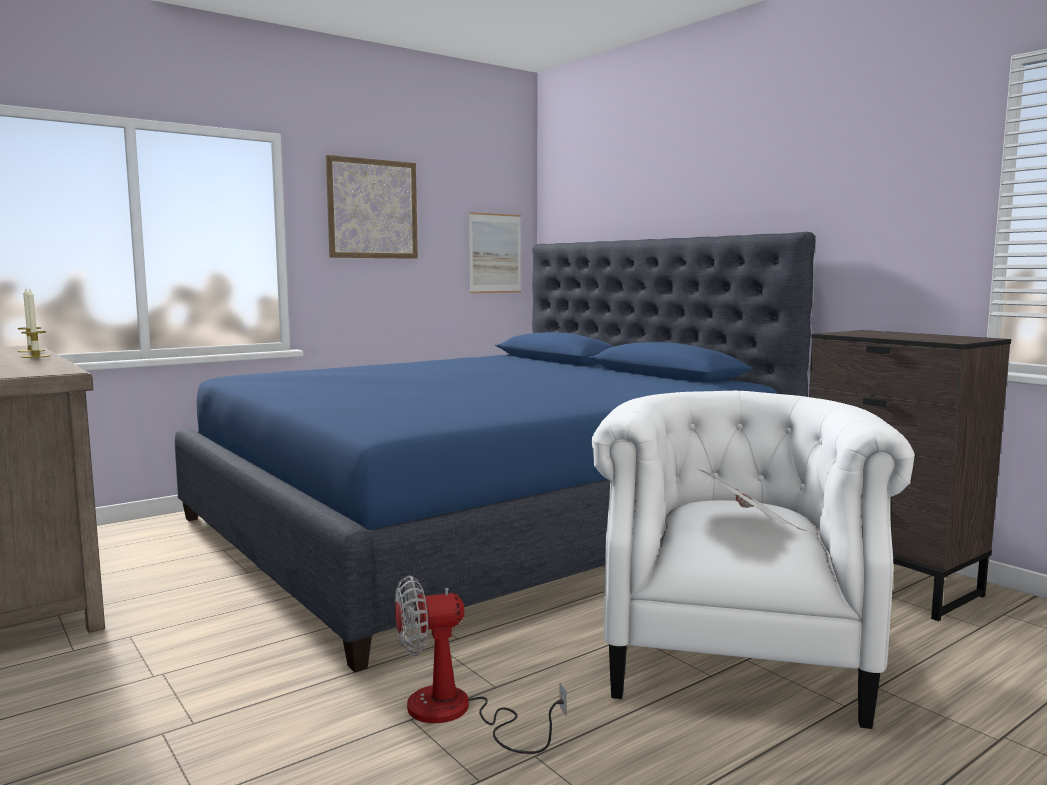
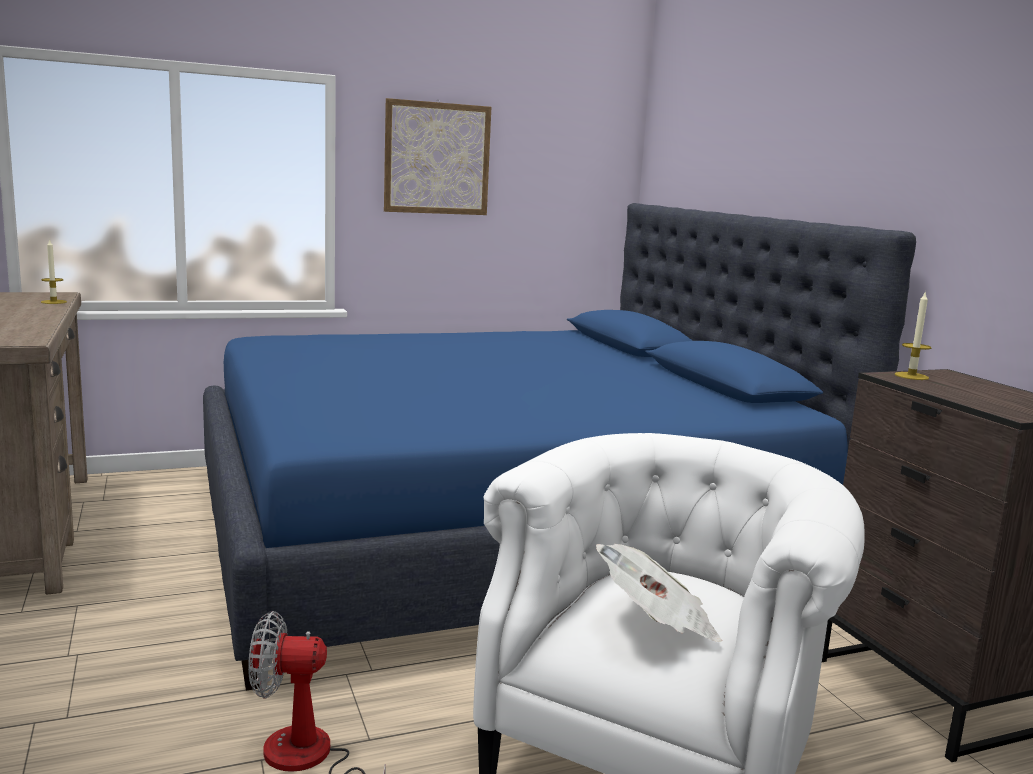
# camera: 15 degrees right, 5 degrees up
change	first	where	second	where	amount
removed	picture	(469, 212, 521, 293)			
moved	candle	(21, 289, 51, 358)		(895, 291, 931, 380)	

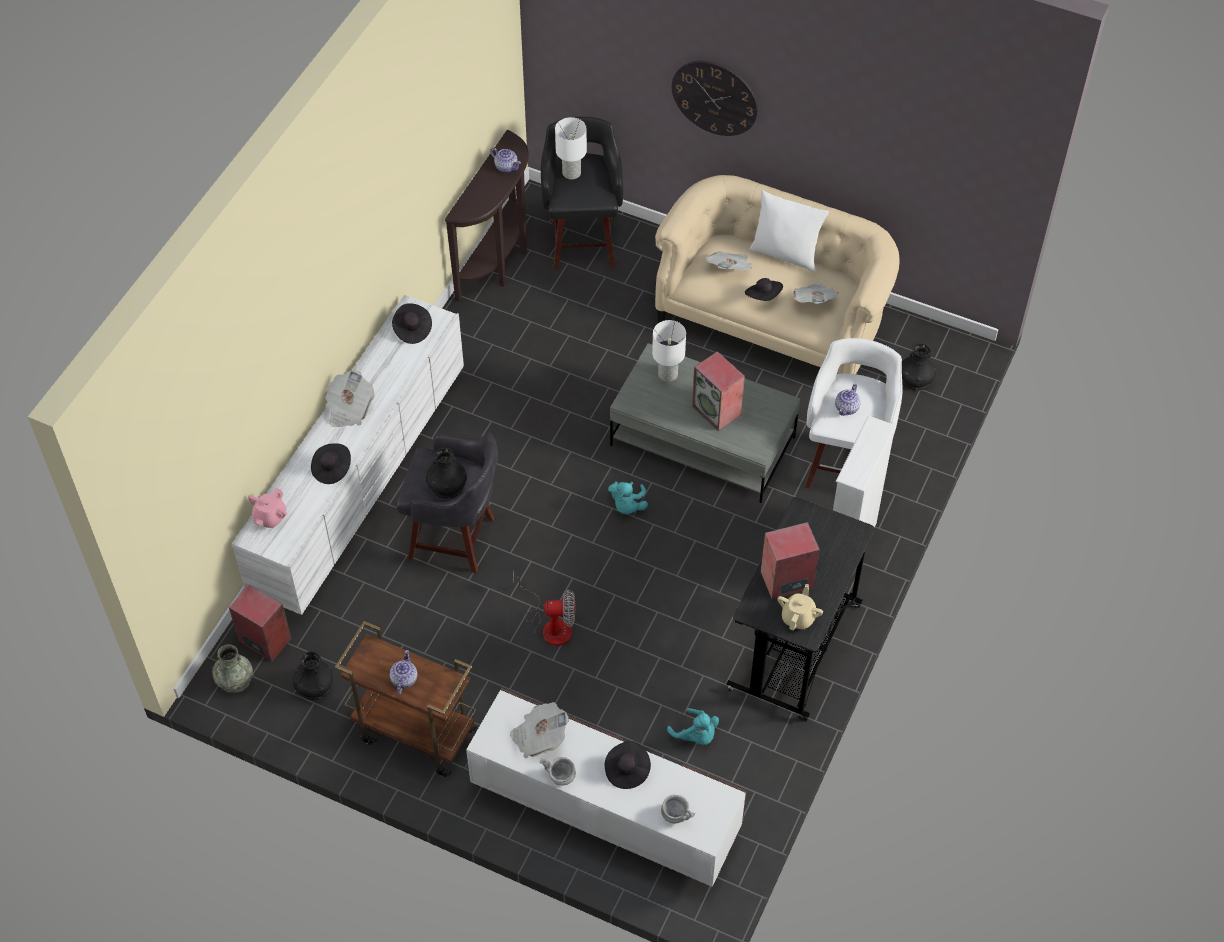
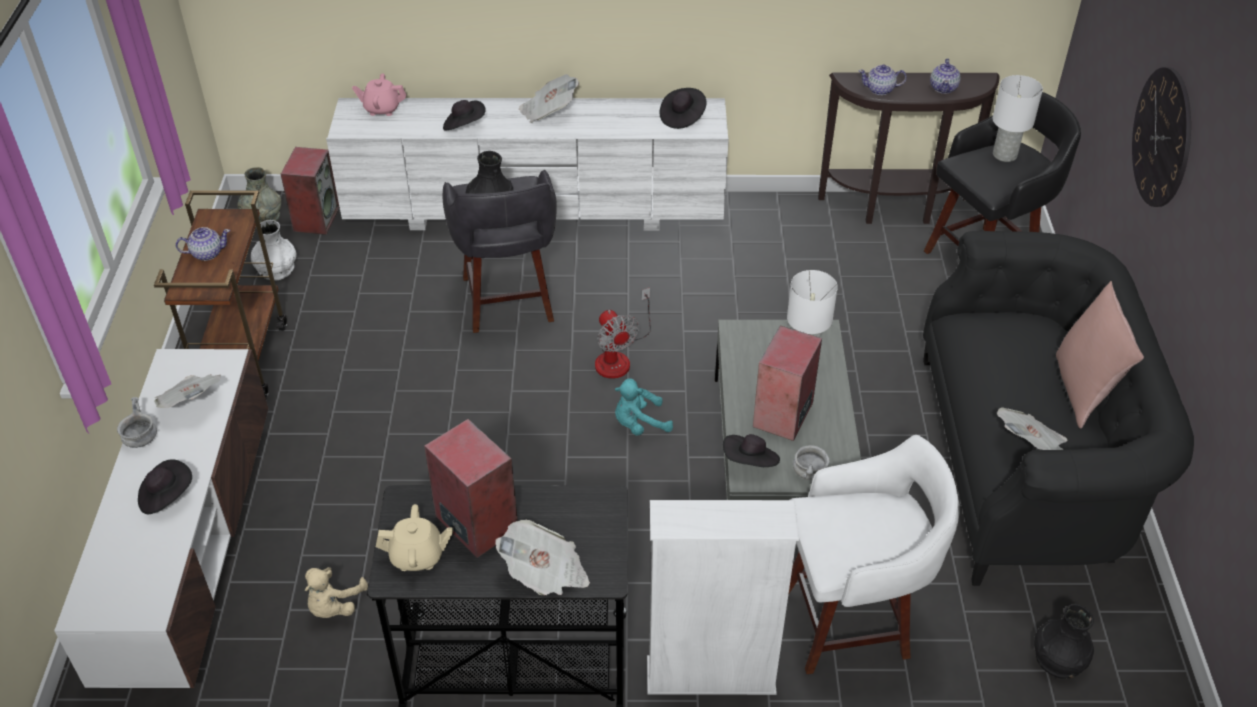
# camera: 65 degrees right, 10 degrees down
change	first	where	second	where	amount
moved	fan	(513, 571, 575, 646)		(595, 288, 651, 379)	
moved	bowl (grey)	(661, 795, 695, 824)		(793, 445, 830, 480)	
moved	newspaper	(706, 251, 752, 271)		(495, 520, 590, 596)	
moved	hat (black)	(745, 278, 783, 301)		(723, 434, 780, 467)	
moved	teapot	(835, 384, 861, 416)		(859, 64, 907, 95)	
recoloured	vase (black)	(293, 651, 333, 700)	vase (white)	(251, 220, 296, 281)	
recoloured	sofa (beige)	(655, 175, 899, 374)	sofa (black)	(923, 231, 1194, 586)	
recoloured	plush toy (turquoise)	(667, 708, 719, 745)	plush toy (beige)	(304, 567, 368, 618)	
recoloured	pillow (white)	(749, 190, 829, 272)	pillow (pink)	(1056, 281, 1144, 429)	

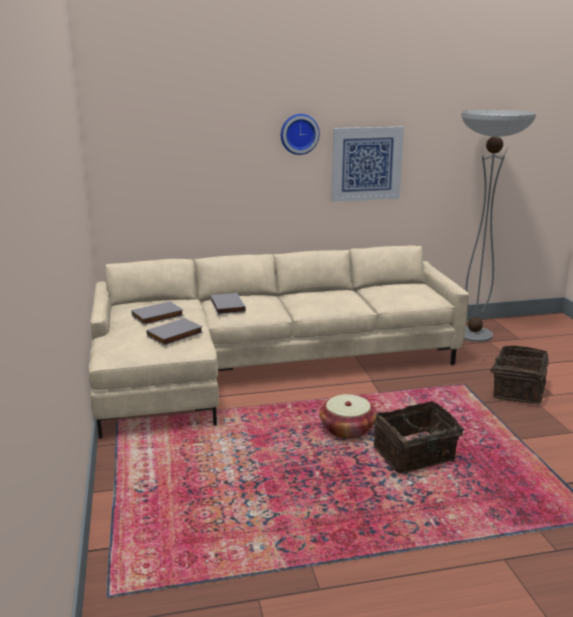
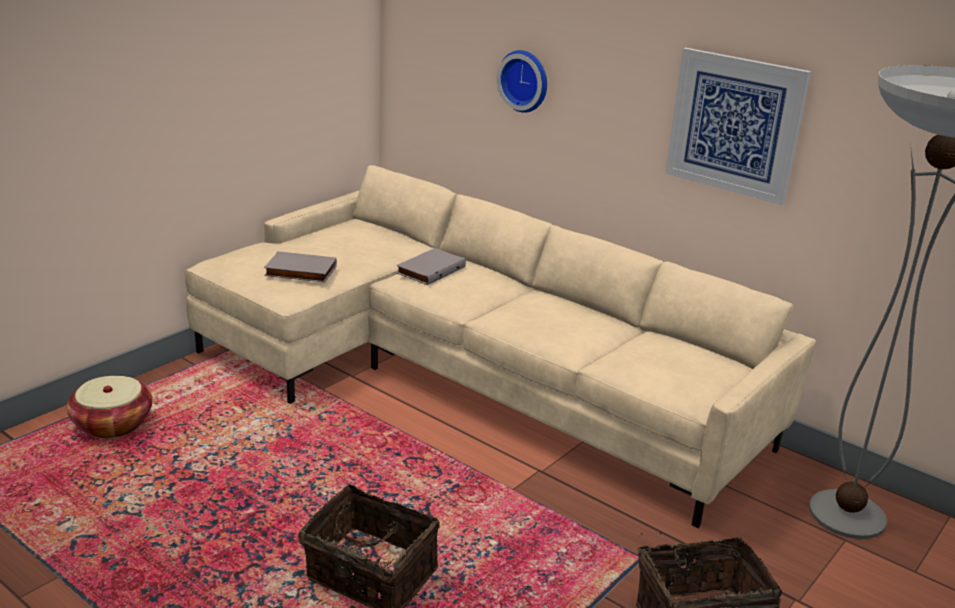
# camera: 50 degrees right, 5 degrees up
change	first	where	second	where	amount
removed	book (grey)	(132, 301, 184, 325)			
moved	wall clock	(281, 114, 320, 155)		(497, 50, 547, 113)	
moved	basket	(319, 394, 377, 439)		(67, 376, 153, 439)	

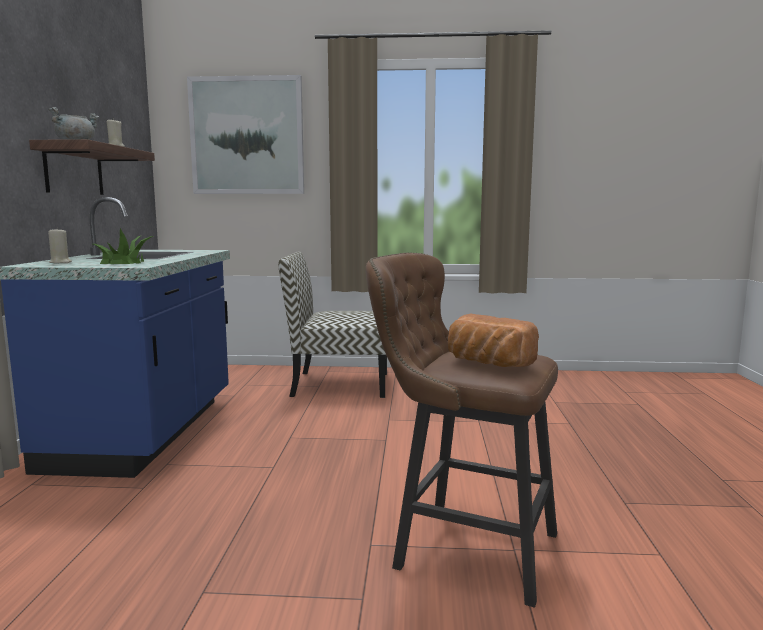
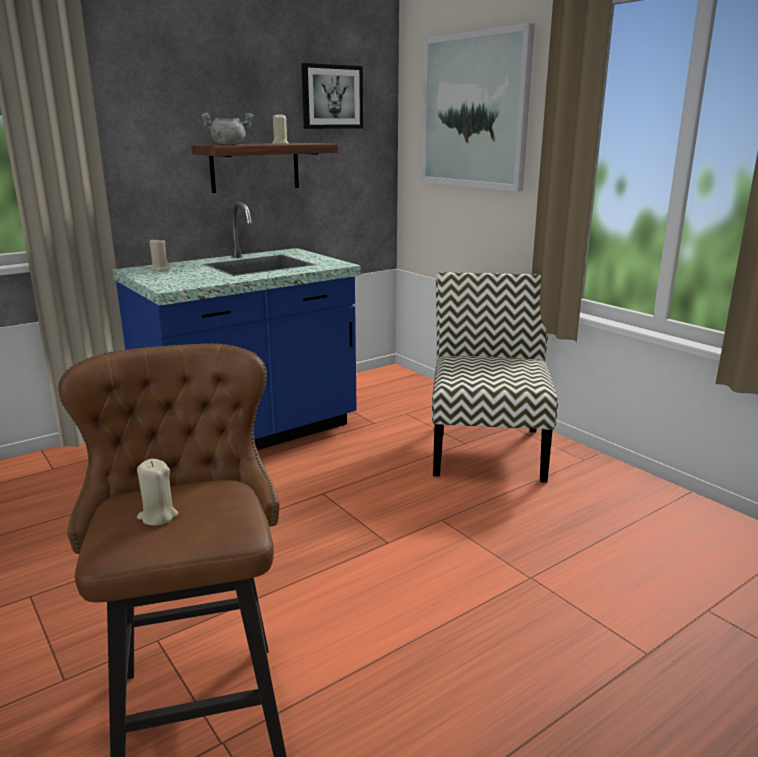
# camera: 50 degrees right, 10 degrees up
change	first	where	second	where	amount
removed	potted plant	(93, 228, 153, 264)			
added			picture	(302, 63, 363, 129)	
replaced	bread	(448, 314, 539, 367)	candle (beige)	(137, 459, 178, 526)	
turned	chair	(278, 251, 387, 398)		(432, 272, 558, 482)	45 degrees clockwise

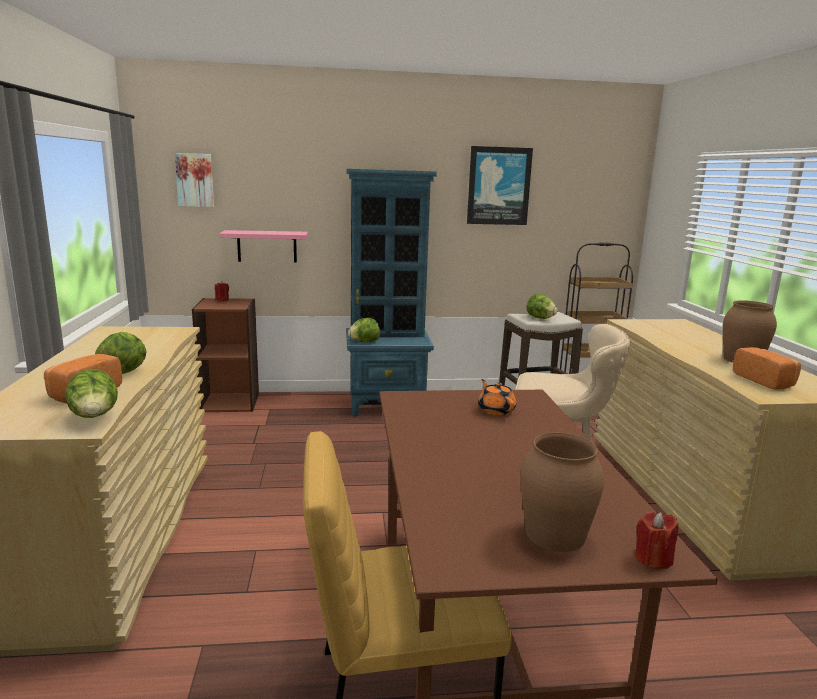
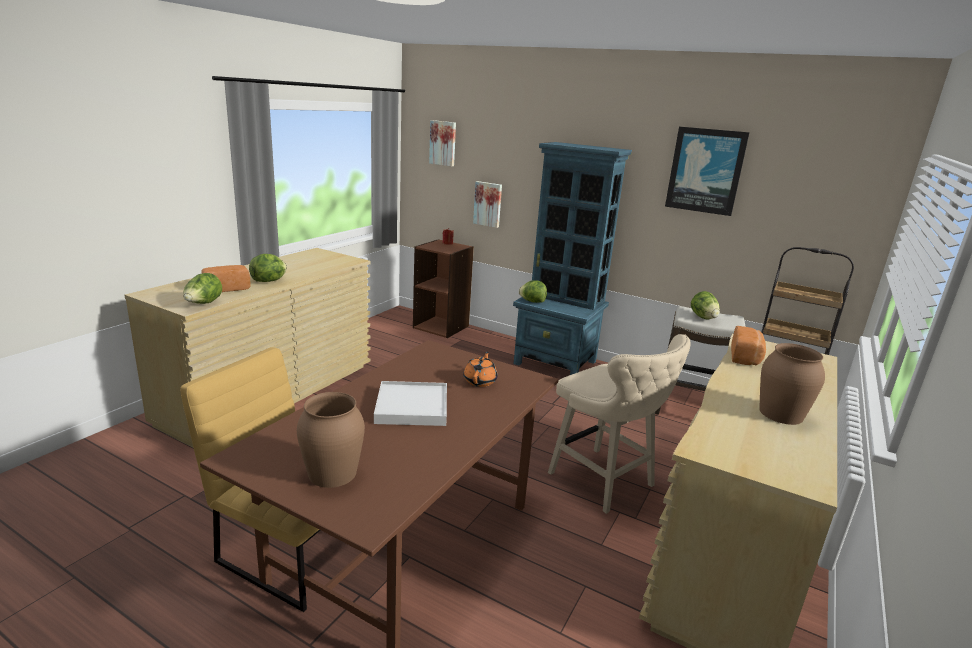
# camera: 35 degrees right, 5 degrees up
change	first	where	second	where	amount
removed	candle (red)	(635, 512, 678, 569)			
added			tray (white)	(374, 381, 447, 426)	
moved	bread	(733, 347, 801, 390)		(731, 326, 766, 365)	
replaced	shelf (pink)	(219, 230, 308, 263)	picture	(473, 181, 502, 228)	

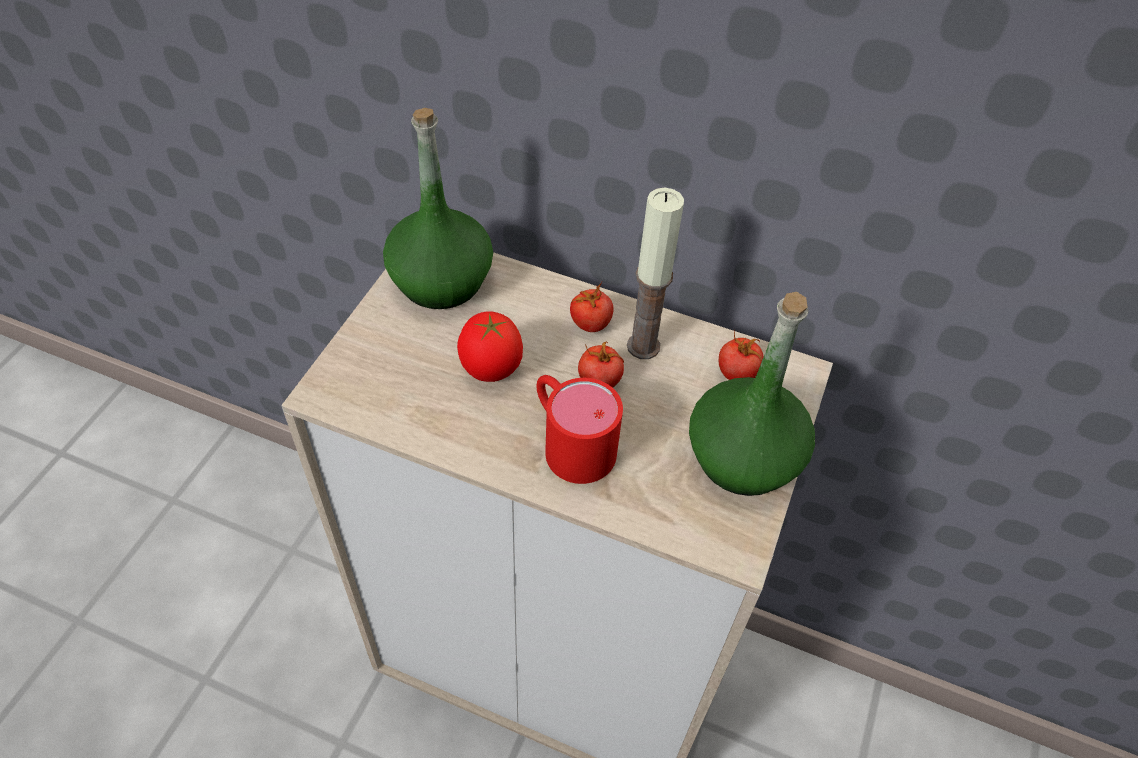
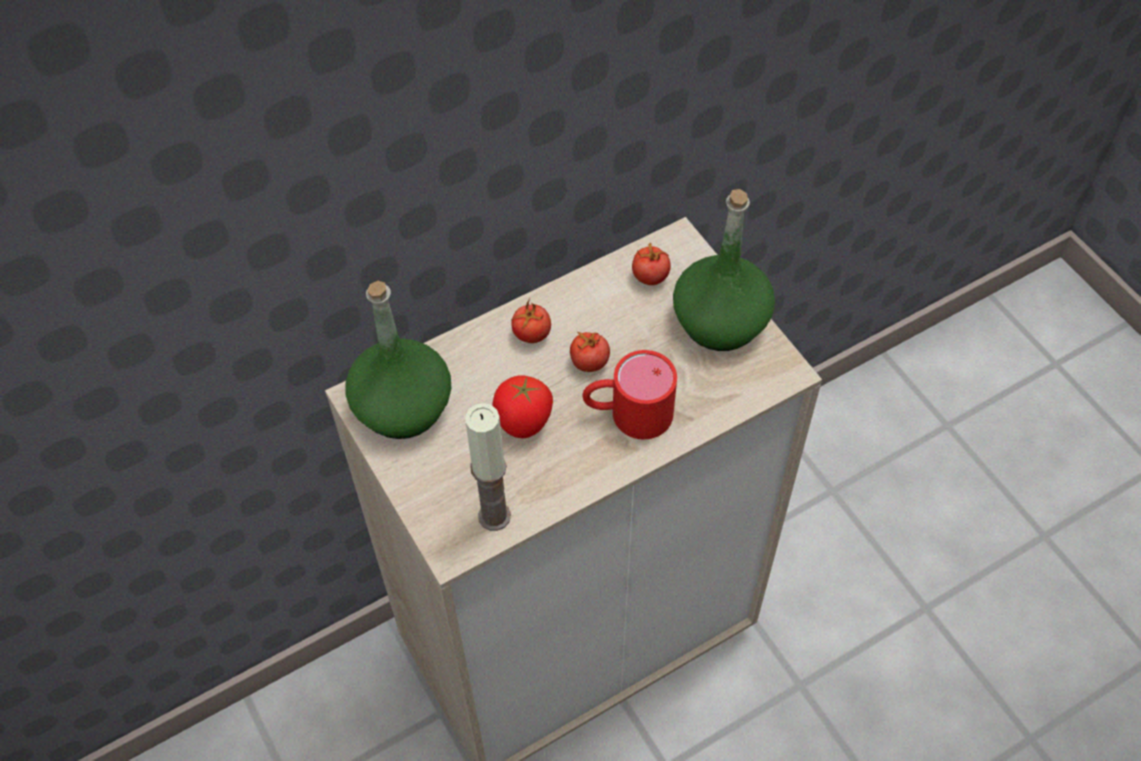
# camera: 50 degrees left, 5 degrees up
change	first	where	second	where	amount
moved	candle	(627, 187, 684, 359)		(465, 403, 511, 531)	

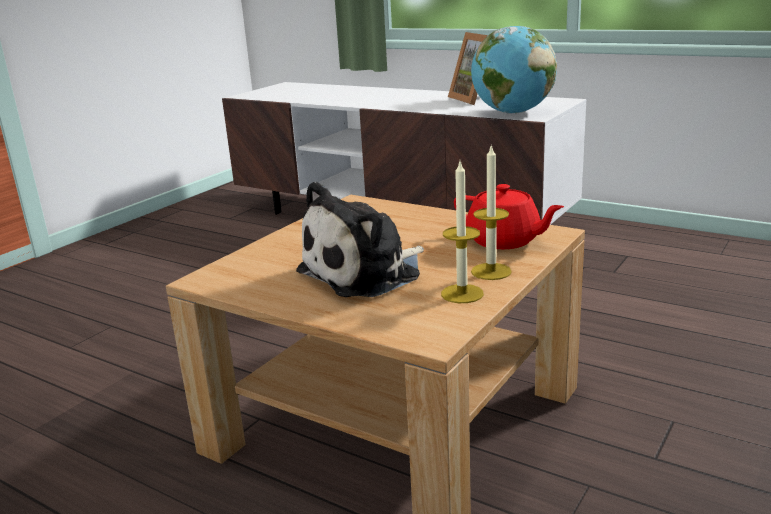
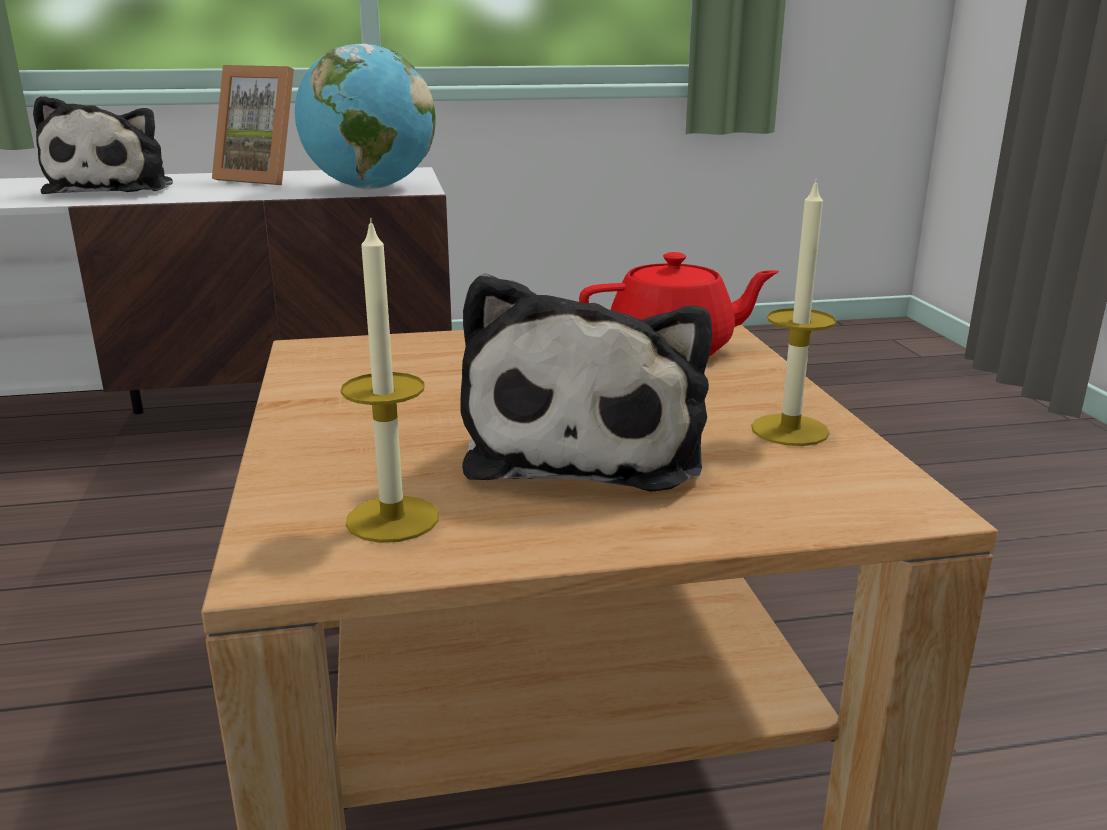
# camera: 45 degrees left, 0 degrees up
change	first	where	second	where	amount
added			plush toy	(33, 96, 173, 194)	
moved	candle	(471, 144, 512, 280)		(341, 218, 439, 543)	

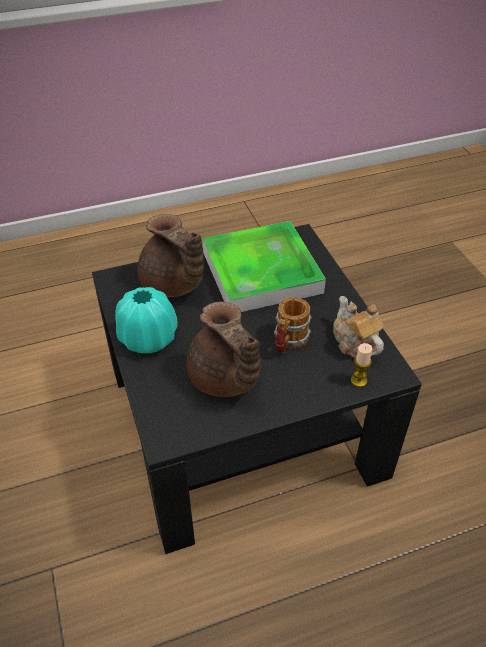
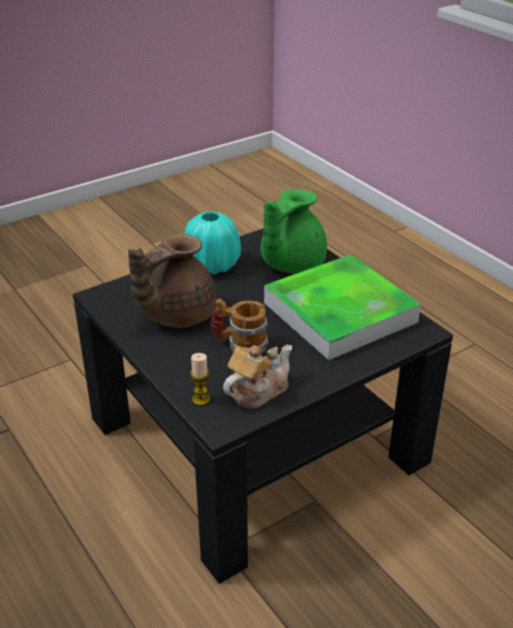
# camera: 75 degrees right, 10 degrees down
change	first	where	second	where	amount
recoloured	teapot (brown)	(138, 214, 204, 297)	teapot (green)	(261, 188, 327, 274)	

